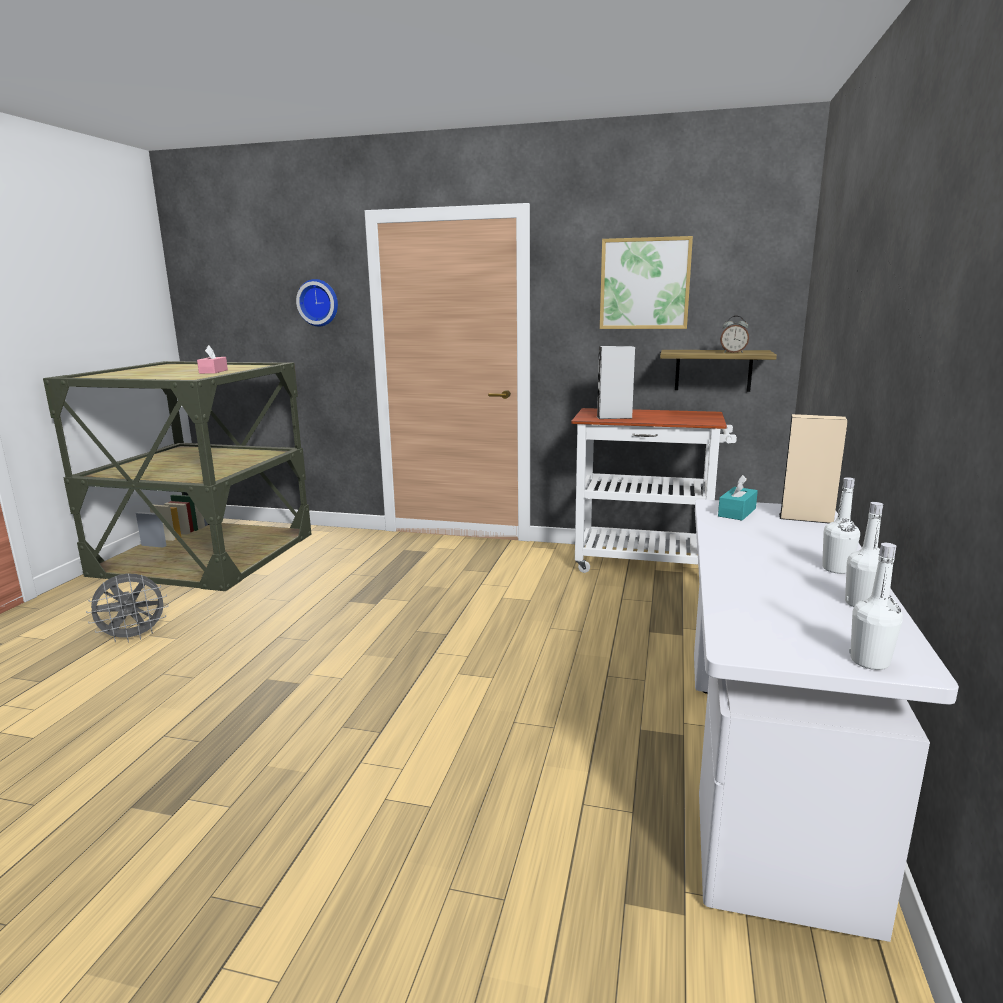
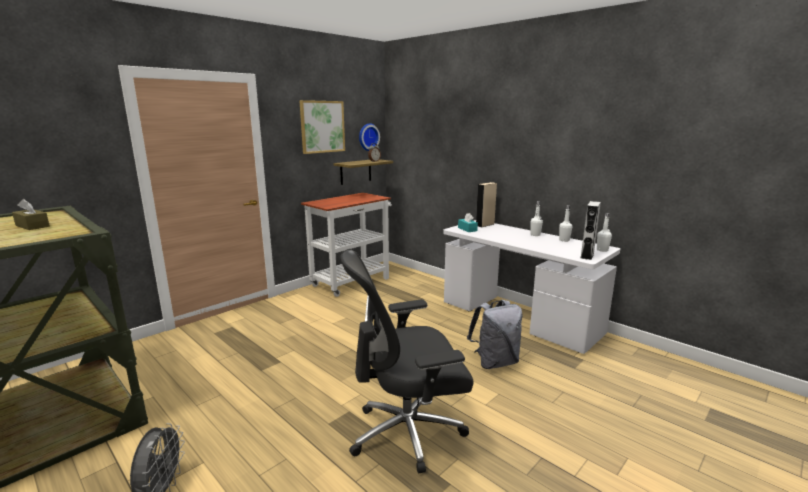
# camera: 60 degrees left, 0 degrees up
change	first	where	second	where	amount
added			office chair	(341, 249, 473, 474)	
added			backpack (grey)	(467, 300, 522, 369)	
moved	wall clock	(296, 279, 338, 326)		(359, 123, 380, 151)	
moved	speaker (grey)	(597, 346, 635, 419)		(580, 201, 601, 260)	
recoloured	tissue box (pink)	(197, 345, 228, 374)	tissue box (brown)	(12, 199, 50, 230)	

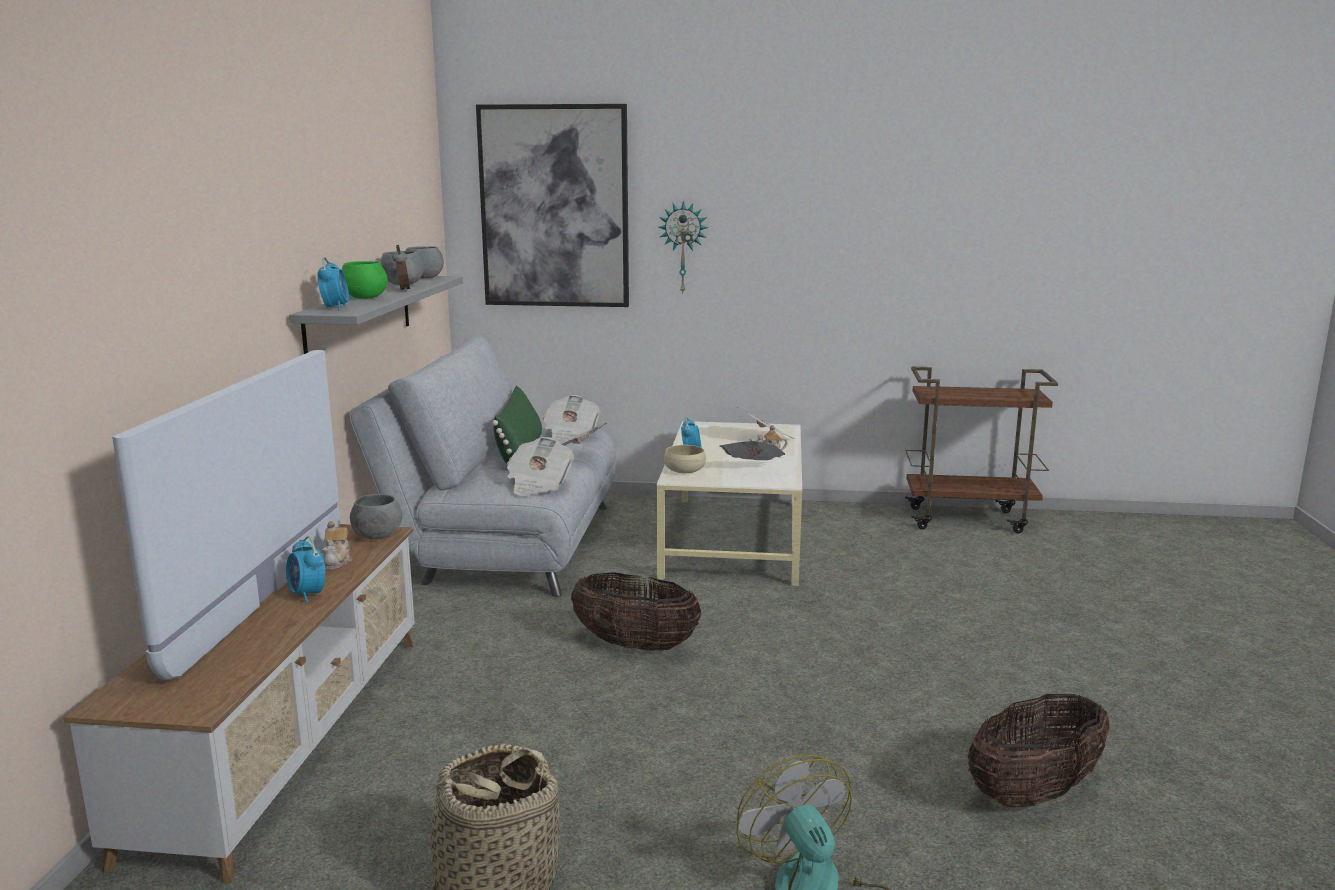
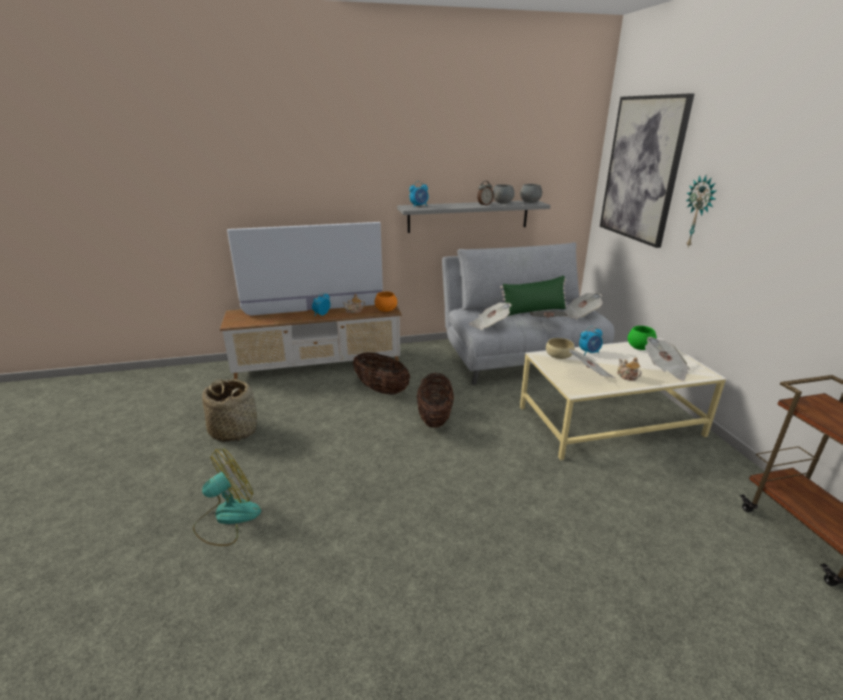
# camera: 70 degrees right, 10 degrees up
change	first	where	second	where	amount
moved	bowl (green)	(341, 261, 388, 299)		(628, 326, 657, 350)	
moved	basket	(968, 694, 1110, 807)		(353, 353, 410, 395)	
recoloured	bowl (grey)	(350, 494, 402, 539)	bowl (orange)	(375, 291, 397, 312)	

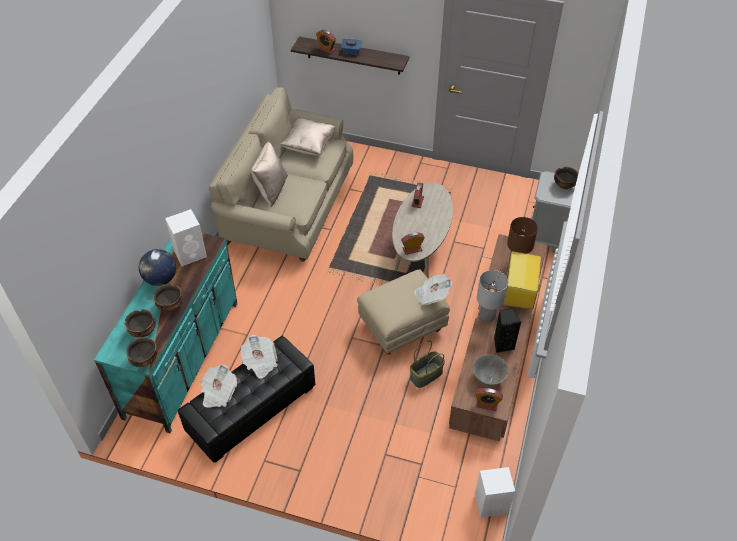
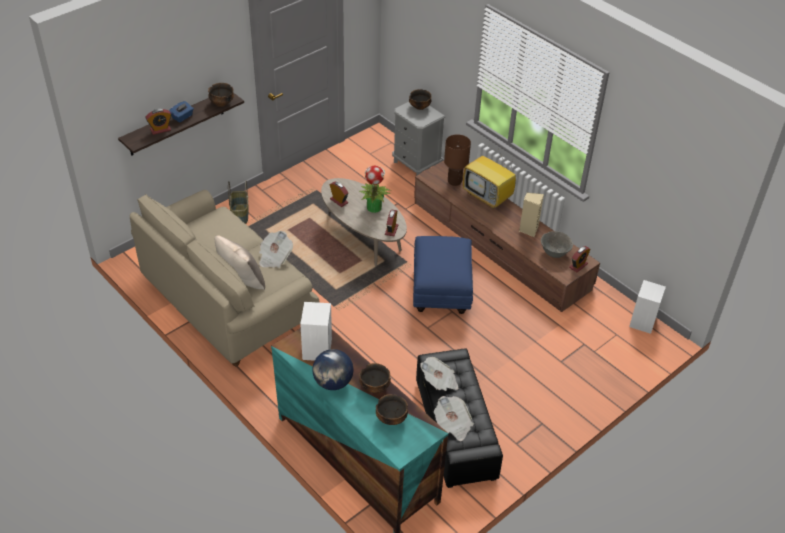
# camera: 60 degrees left, 5 degrees down
change	first	where	second	where	amount
removed	pillow (beige)	(280, 118, 336, 156)			
removed	table lamp (grey)	(477, 270, 508, 322)			
added			potted plant	(359, 166, 391, 213)	
moved	bowl	(126, 337, 157, 367)		(208, 83, 234, 107)	
moved	basket	(410, 340, 445, 388)		(228, 181, 249, 224)	
moved	newspaper	(414, 274, 452, 305)		(259, 231, 293, 268)	
recoloured	ottoman (beige)	(357, 270, 450, 354)	ottoman (blue)	(413, 236, 473, 314)	
recoloured	speaker (black)	(494, 308, 521, 353)	speaker (beige)	(519, 192, 544, 237)	

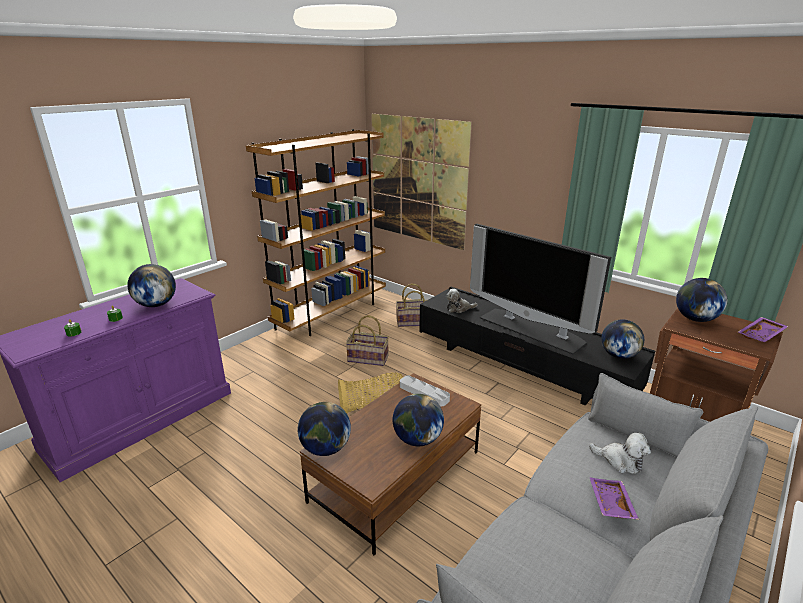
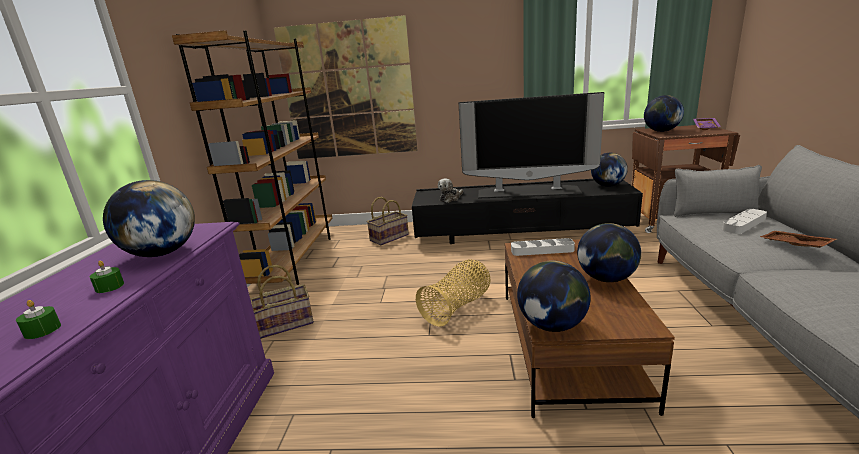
# camera: 35 degrees left, 5 degrees down
change	first	where	second	where	amount
moved	basket	(346, 315, 389, 366)		(250, 265, 314, 339)	
replaced	plush toy	(589, 433, 651, 474)	tray (grey)	(722, 209, 767, 234)	
recoloured	tray (purple)	(590, 477, 639, 520)	tray (brown)	(760, 231, 837, 248)	

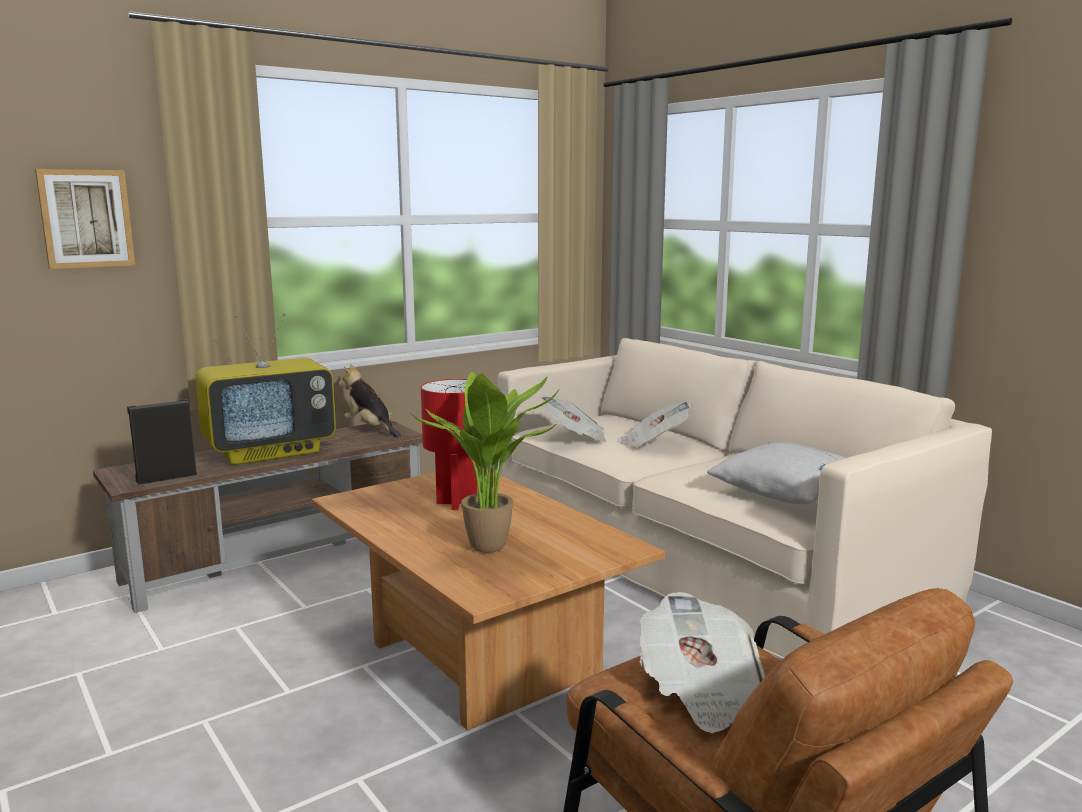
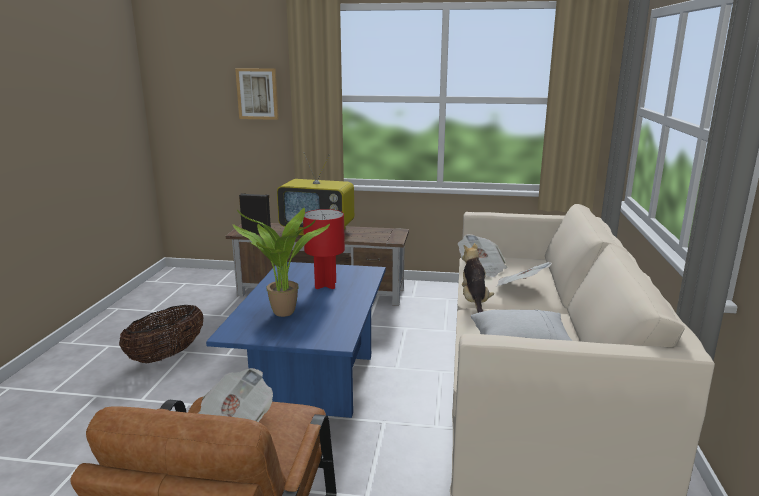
# camera: 45 degrees right, 5 degrees up
change	first	where	second	where	amount
added			basket	(119, 305, 204, 363)	
moved	plush toy	(339, 364, 401, 437)		(462, 243, 494, 313)	
recoloured	coffee table (brown)	(312, 466, 665, 730)	coffee table (blue)	(206, 262, 386, 418)	

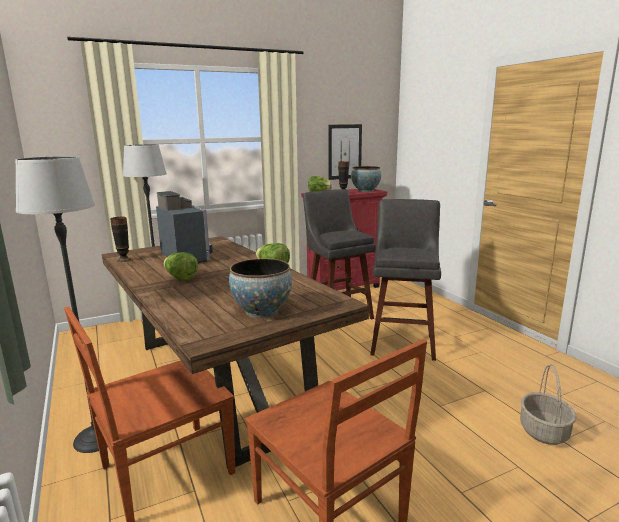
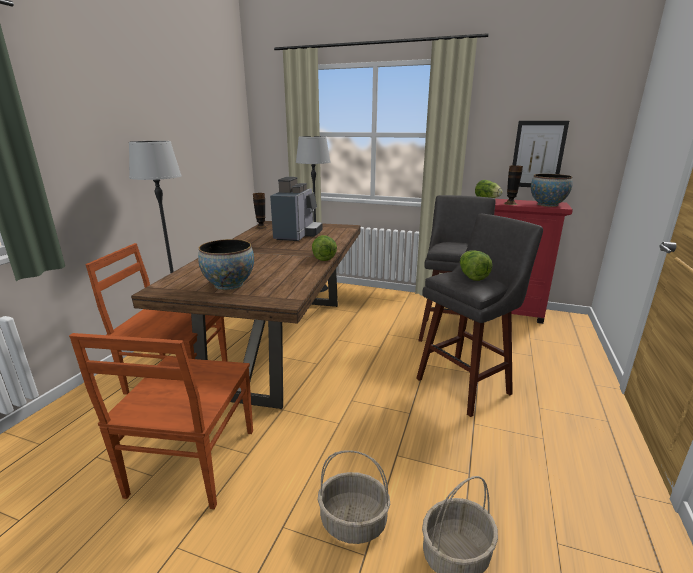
# camera: 45 degrees right, 5 degrees up
change	first	where	second	where	amount
added			basket	(318, 450, 390, 544)	
moved	lettuce	(164, 252, 198, 281)		(460, 250, 492, 281)	

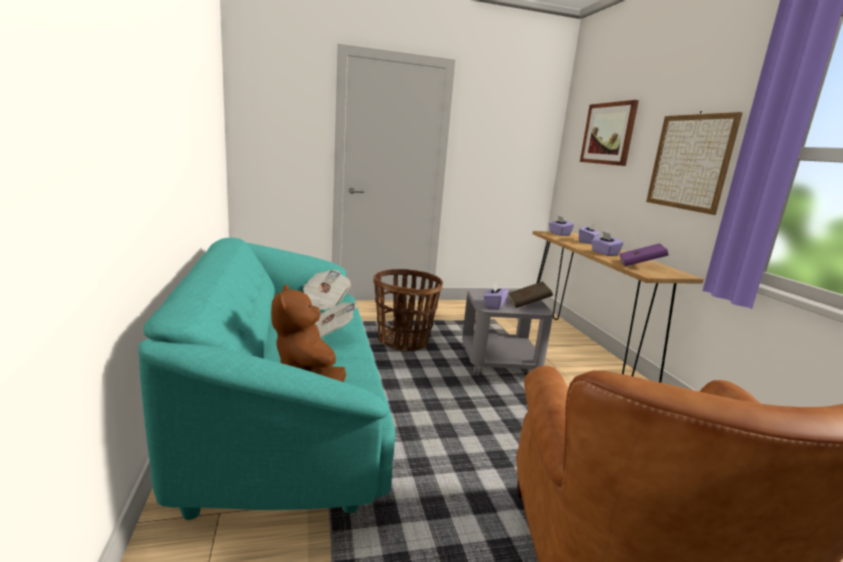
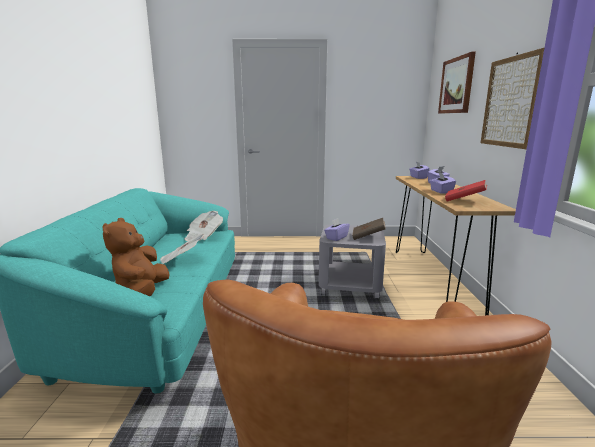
# camera: 15 degrees right, 0 degrees up
change	first	where	second	where	amount
removed	basket	(373, 269, 443, 351)			
recoloured	book (purple)	(619, 243, 669, 266)	book (red)	(445, 180, 487, 201)	

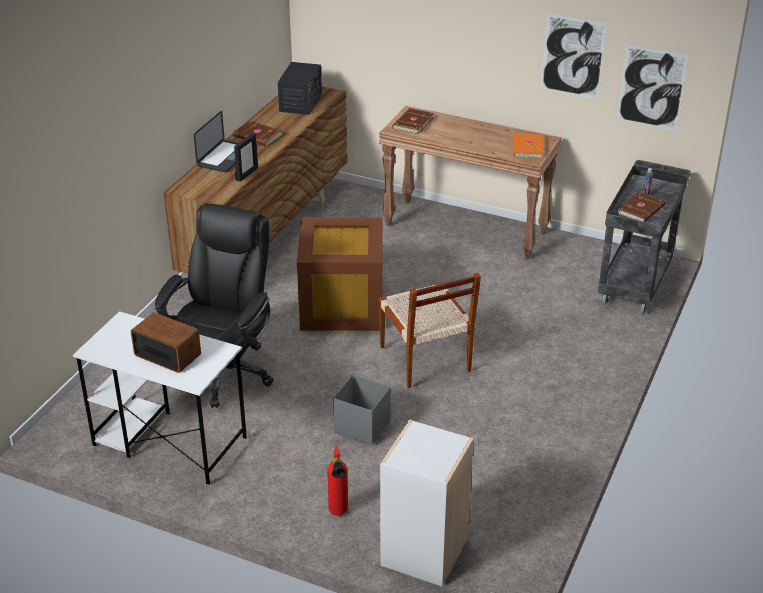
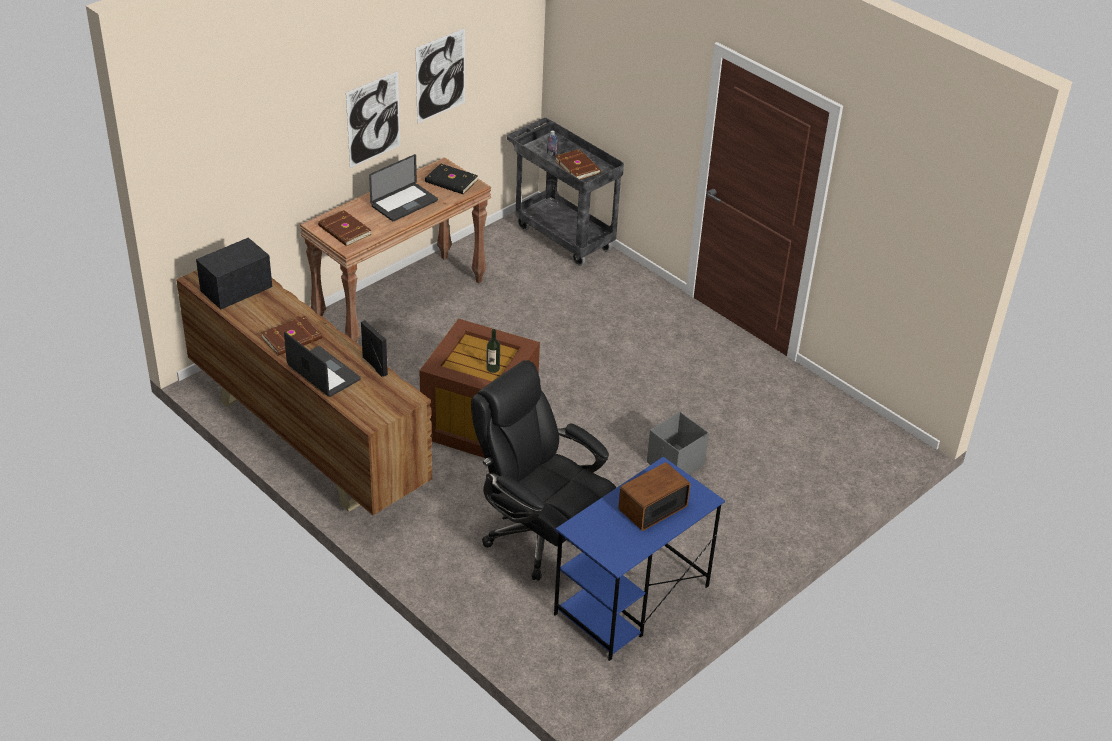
# camera: 70 degrees left, 5 degrees up
change	first	where	second	where	amount
removed	fire extinguisher	(327, 444, 348, 516)			
removed	chair	(378, 273, 481, 388)			
removed	bookcase	(380, 419, 473, 586)			
added			laptop	(369, 154, 438, 221)	
added			bottle	(486, 329, 500, 373)	
moved	picture	(617, 44, 689, 131)		(346, 71, 400, 168)	
recoloured	desk (white)	(73, 311, 247, 485)	desk (blue)	(554, 457, 725, 661)	
recoloured	book (orange)	(513, 133, 544, 159)	book (black)	(425, 163, 478, 194)	
turned	radio	(278, 62, 322, 115)		(196, 237, 272, 310)	75 degrees counterclockwise

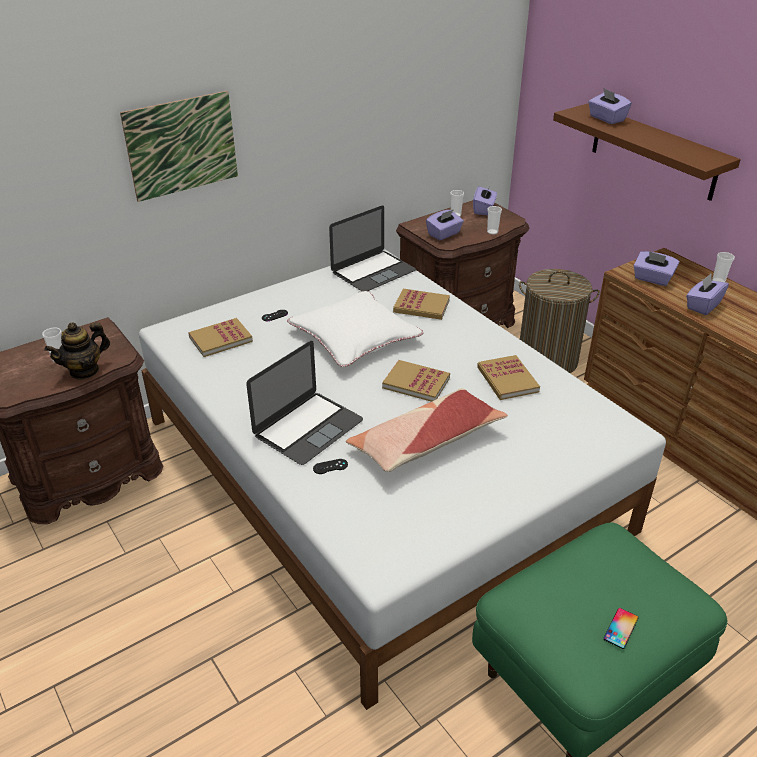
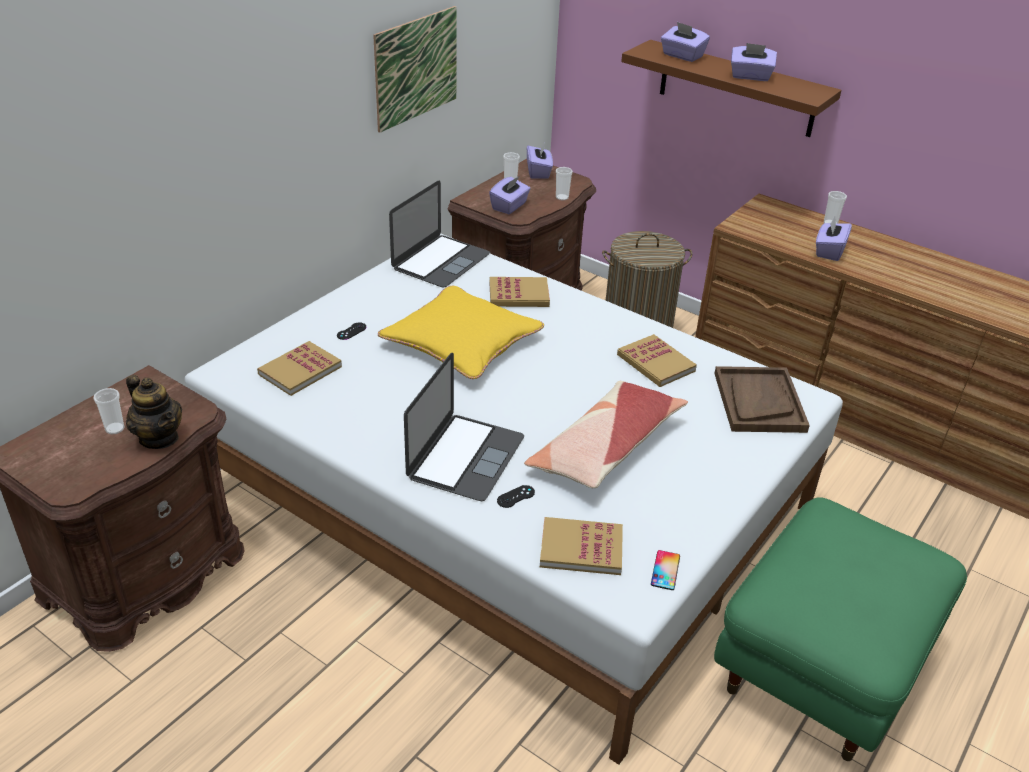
# camera: 20 degrees left, 0 degrees up
change	first	where	second	where	amount
added			tray (brown)	(714, 366, 810, 433)	
moved	picture	(120, 91, 238, 202)		(373, 6, 457, 133)	
moved	book	(382, 360, 450, 402)		(540, 517, 623, 575)	
moved	phone	(604, 608, 638, 649)		(651, 550, 680, 590)	
moved	tissue box (purple)	(634, 251, 679, 286)		(731, 43, 777, 81)	
recoloured	pillow (white)	(287, 291, 424, 367)	pillow (yellow)	(378, 286, 544, 379)	
turned	teapot	(45, 322, 110, 380)		(126, 375, 182, 449)	75 degrees counterclockwise

